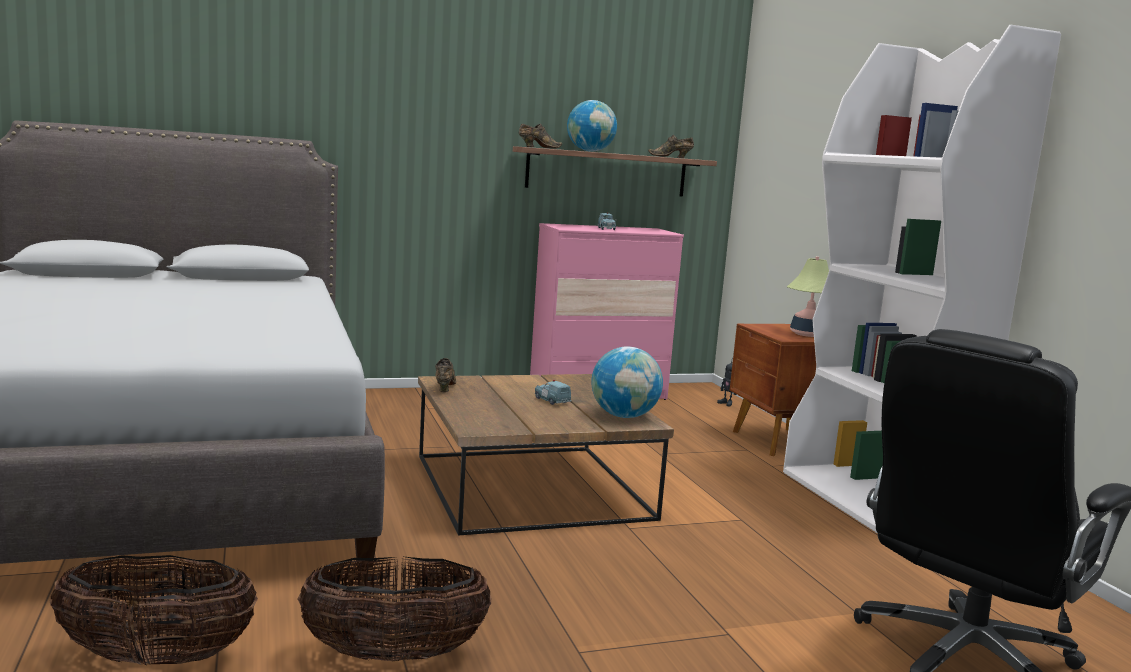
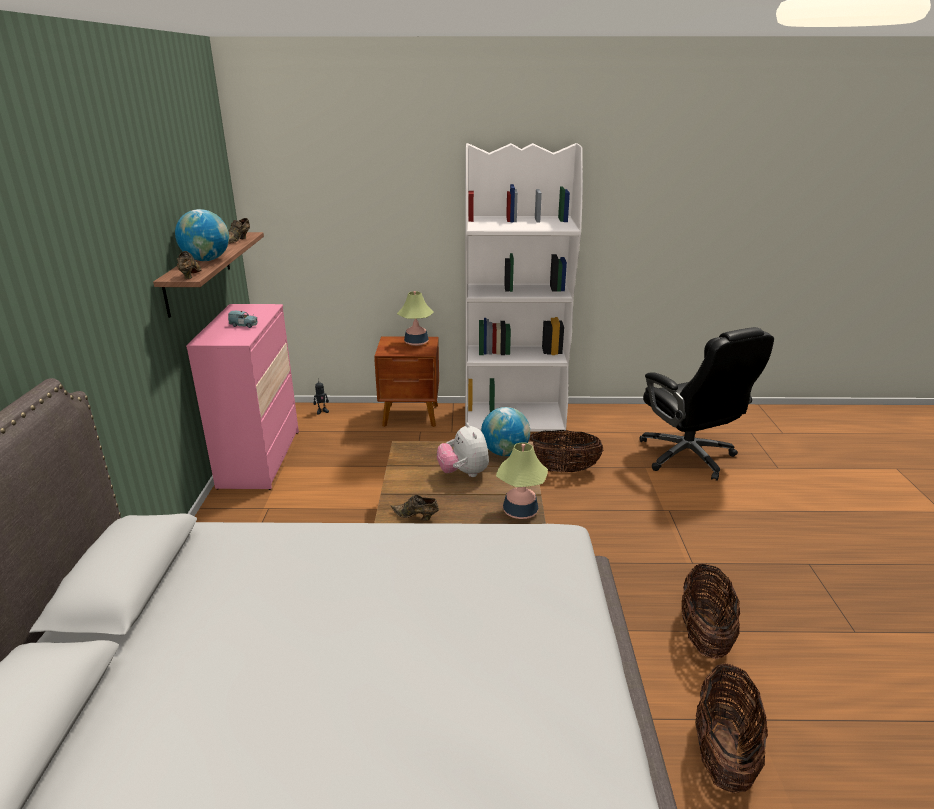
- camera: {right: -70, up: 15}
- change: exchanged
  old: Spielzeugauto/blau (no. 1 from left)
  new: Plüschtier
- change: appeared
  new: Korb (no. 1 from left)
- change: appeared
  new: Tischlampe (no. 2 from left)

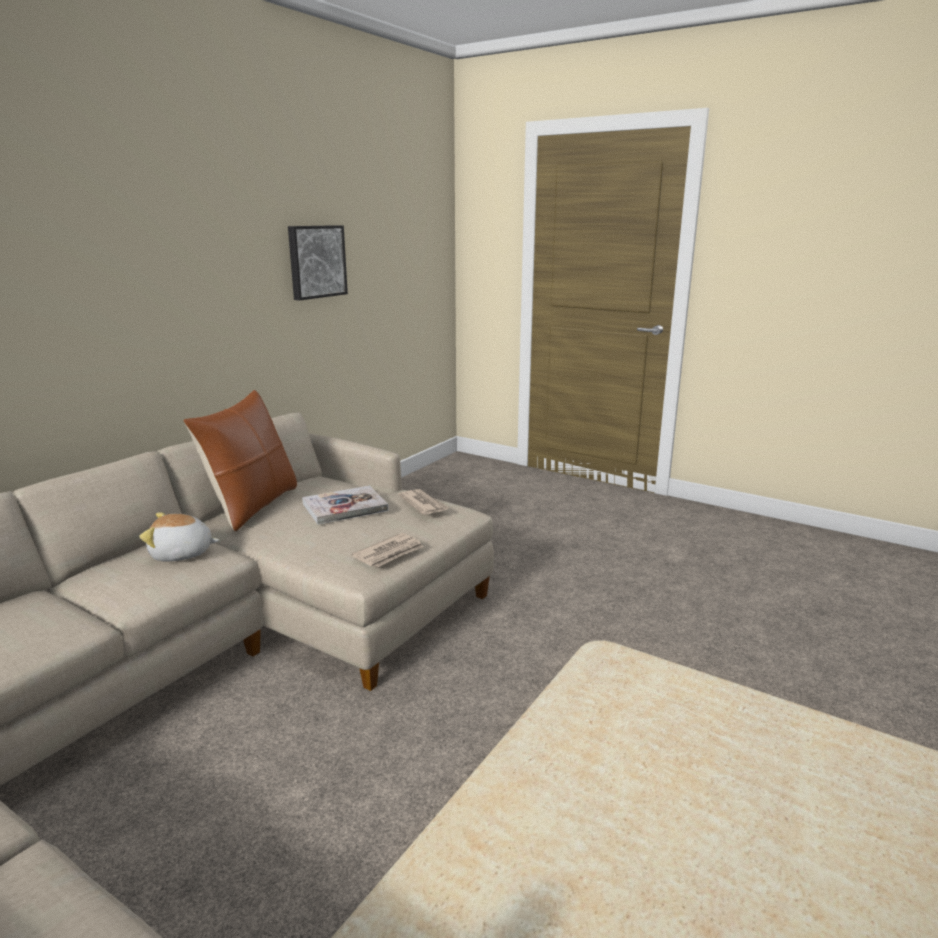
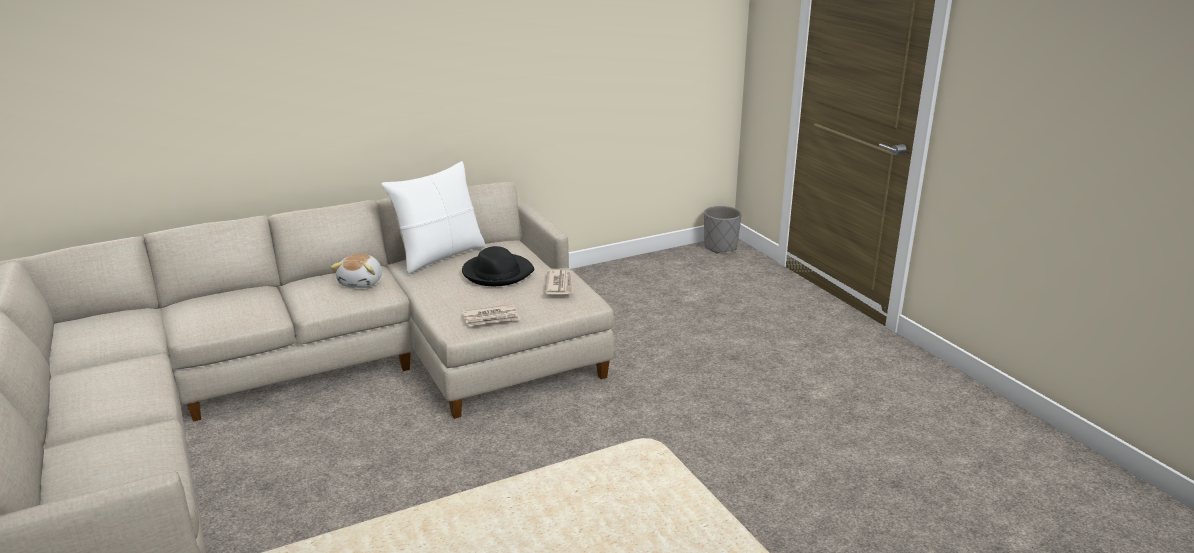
- camera: {right: 30, up: 5}
- change: missing
  old: Bild
- change: colour
  old: Kissen/braun
  new: Kissen/weiß
- change: exchanged
  old: Buch
  new: Hut/schwarz
- change: spun
  old: Plüschtier
  degrees: -105
- change: appeared
  new: Pflanzkübel/grau

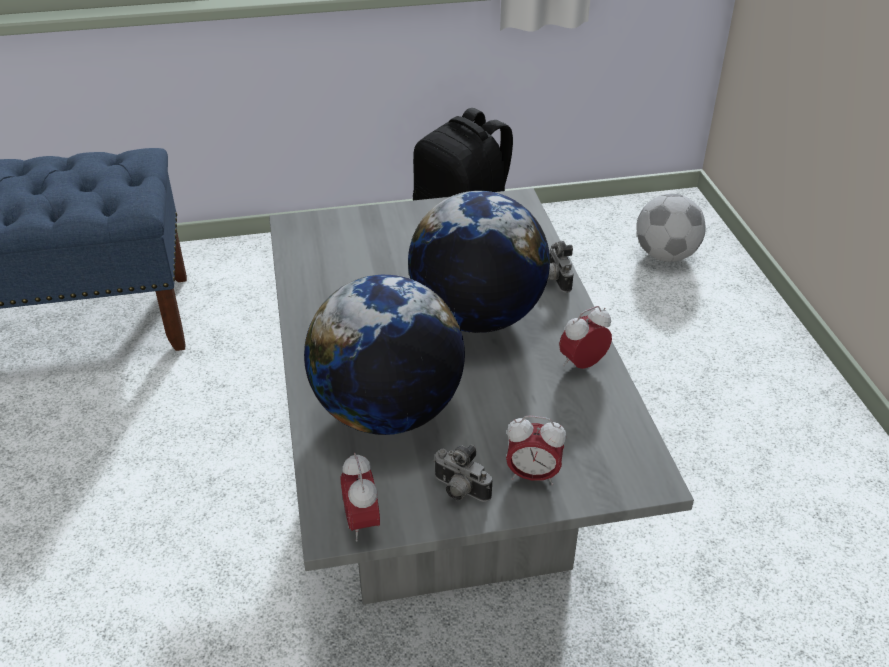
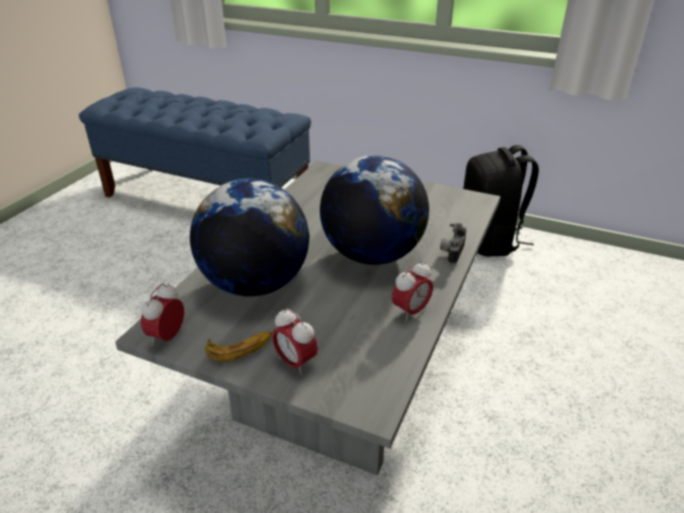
- camera: {right: 35, up: -5}
- change: missing
  old: Fußball
- change: spun
  old: Wecker (no. 3 from left)
  degrees: 135
- change: exchanged
  old: Kamera (no. 1 from left)
  new: Banane

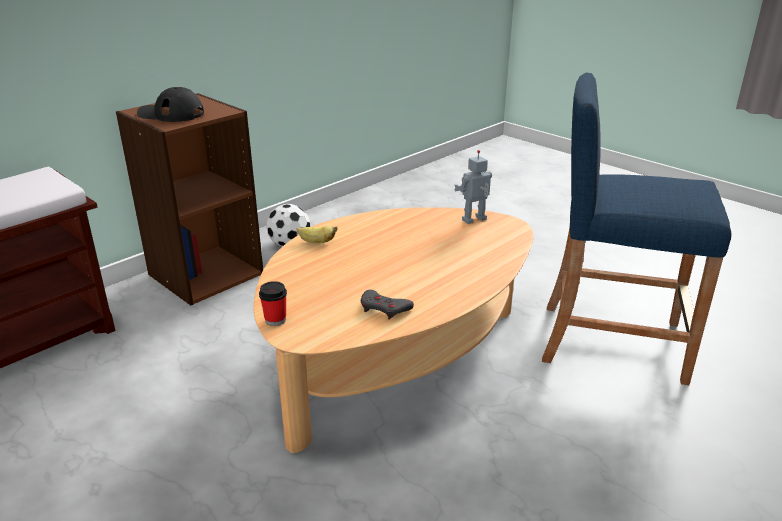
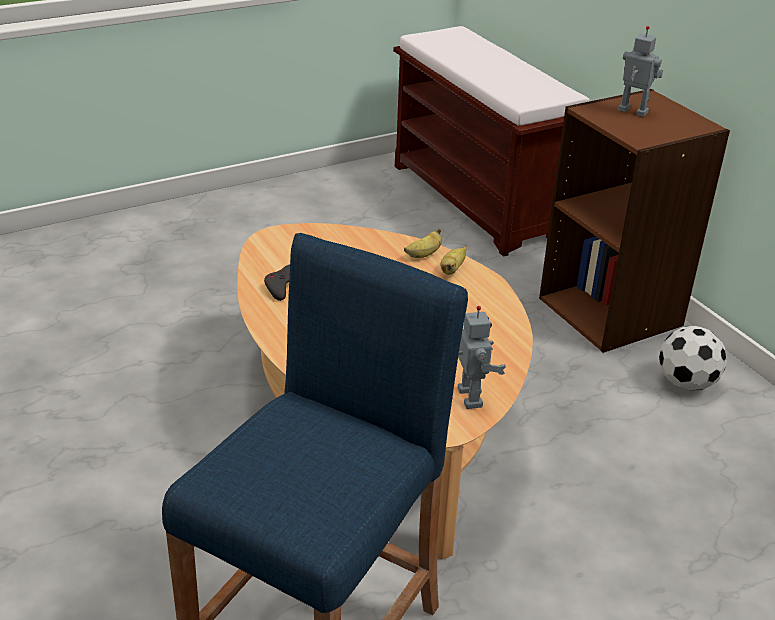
- camera: {right: 105, up: 5}
- change: exchanged
  old: Kappe/schwarz
  new: Spielzeugroboter (no. 2 from left)
- change: missing
  old: Tasse
- change: appeared
  new: Banane (no. 1 from left)

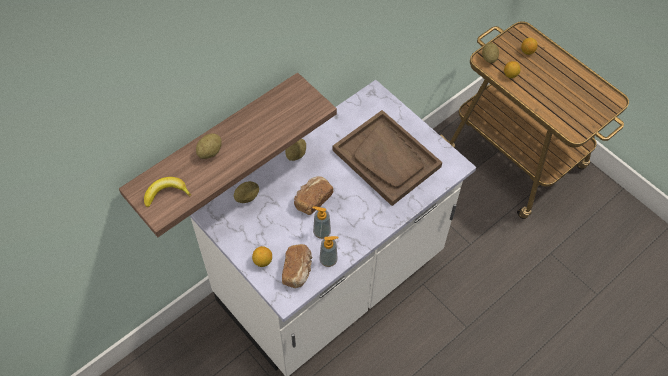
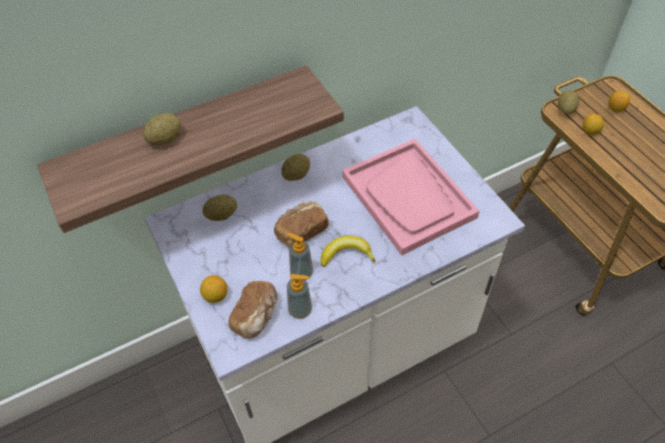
- camera: {right: 15, up: -5}
- change: colour
  old: Tablett/braun
  new: Tablett/rosa
- change: relocated
  old: Banane

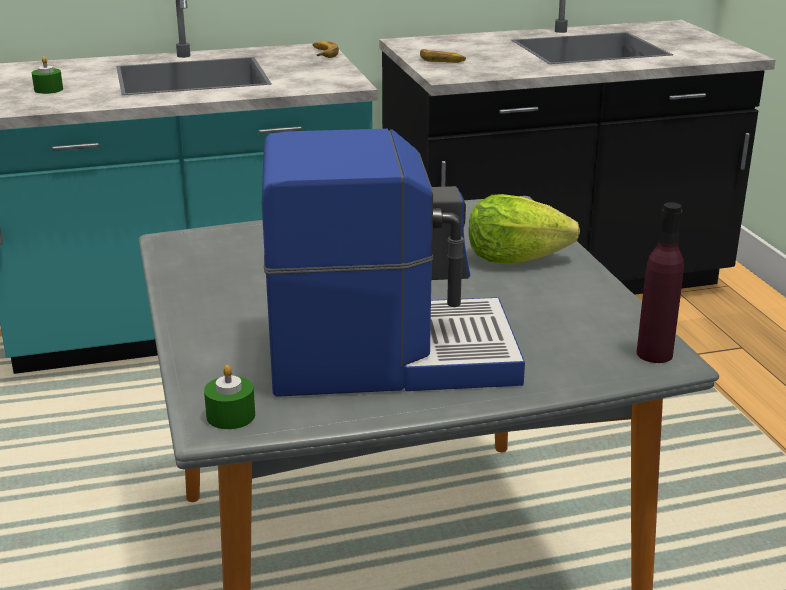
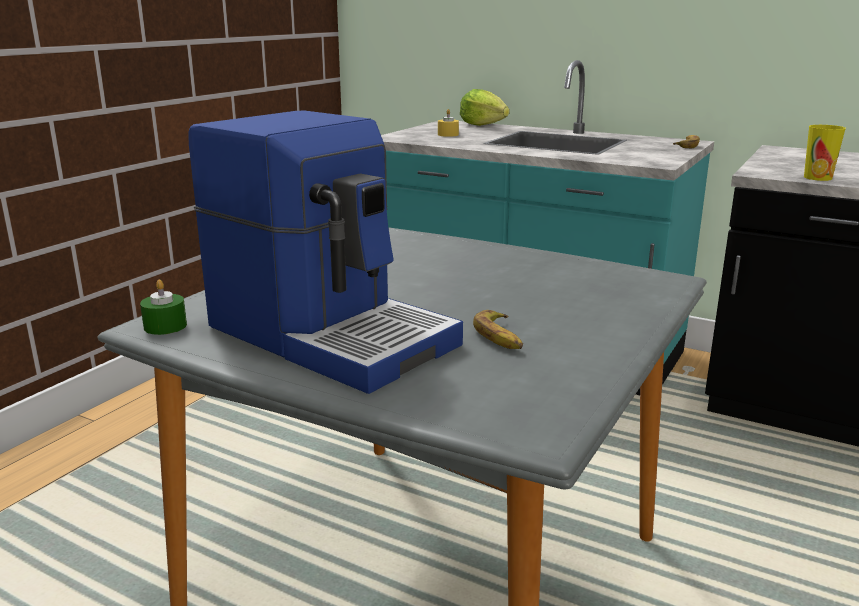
- camera: {right: 45, up: -5}
- change: relocated
  old: Banane (no. 2 from left in the first image)
  new: Banane (no. 1 from left)
- change: colour
  old: Kerze/grün (no. 1 from left)
  new: Kerze/gelb
- change: relocated
  old: Salatkopf
- change: missing
  old: Flasche/lila
- change: appeared
  new: Tasse

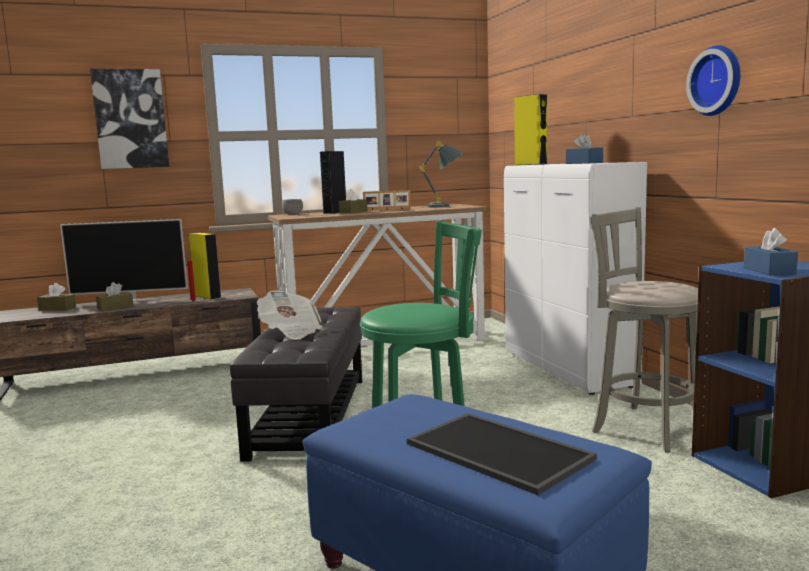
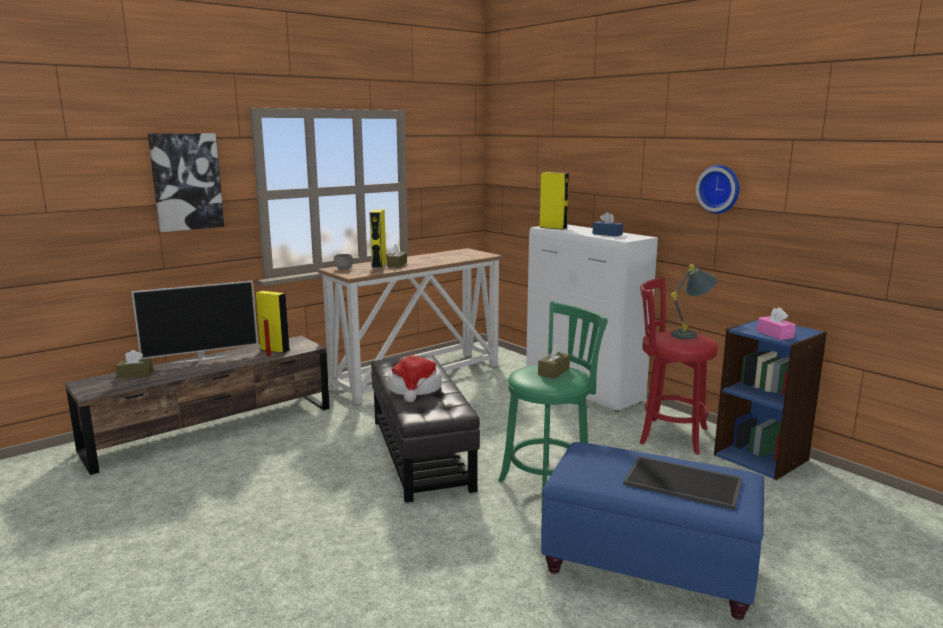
- camera: {right: -20, up: 5}
- change: relocated
  old: Tischlampe/grau
- change: colour
  old: Lautsprecher/schwarz
  new: Lautsprecher/gelb (no. 2 from left)
- change: missing
  old: Bilderrahmen
- change: colour
  old: Hocker/grau
  new: Hocker/rot
- change: colour
  old: Taschentuchbox/blau (no. 2 from left)
  new: Taschentuchbox/rosa
- change: relocated
  old: Taschentuchbox/braun (no. 2 from left in the first image)
  new: Taschentuchbox/braun (no. 3 from left)
- change: exchanged
  old: Zeitung
  new: Hut

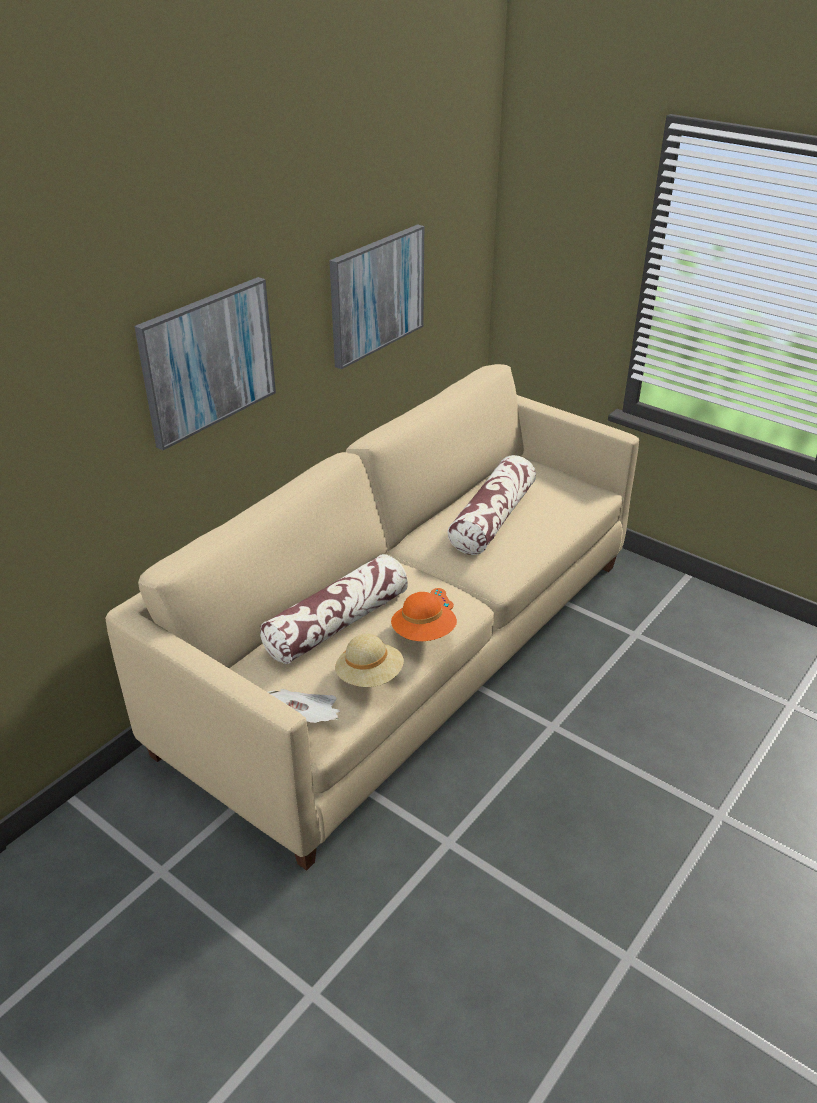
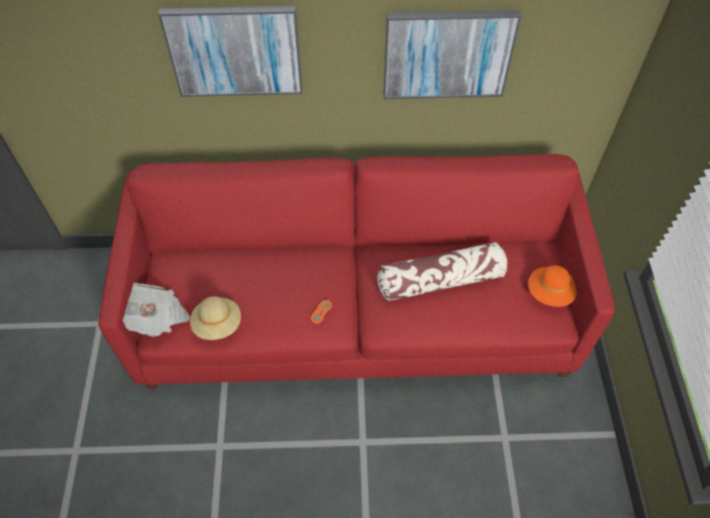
- camera: {right: 50, up: 20}
- change: colour
  old: Sofa/beige
  new: Sofa/rot
- change: missing
  old: Kissen (no. 1 from left)
- change: relocated
  old: Hut/orange

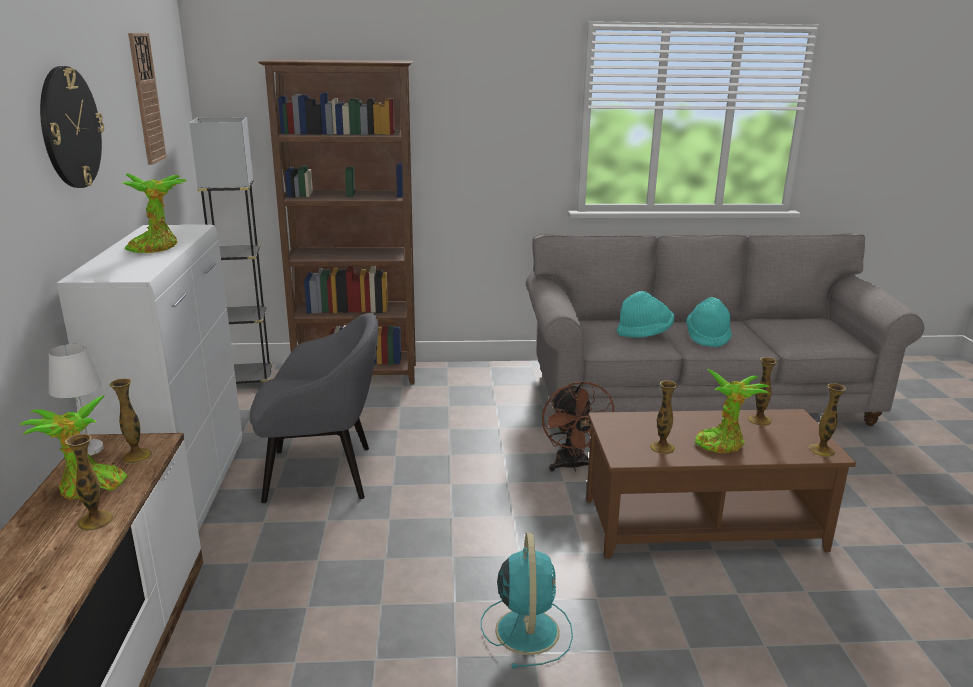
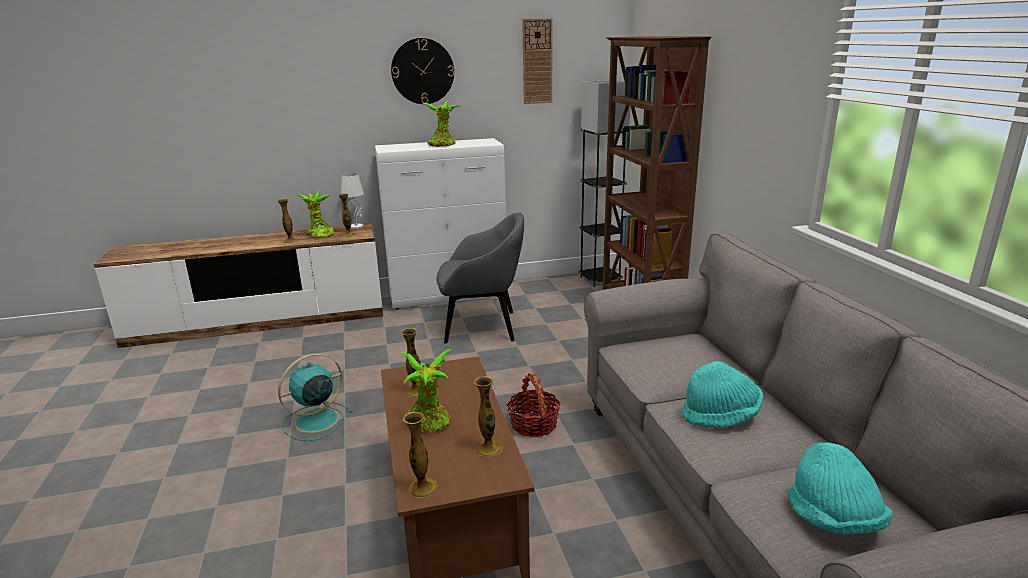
- camera: {right: 80, up: 0}
- change: relocated
  old: Hut/türkis (no. 1 from left in the first image)
  new: Hut/türkis (no. 2 from left)
- change: spun
  old: Sessel/grau
  degrees: -75
- change: exchanged
  old: Ventilator/braun
  new: Korb
- change: spun
  old: Ventilator/türkis
  degrees: 150

